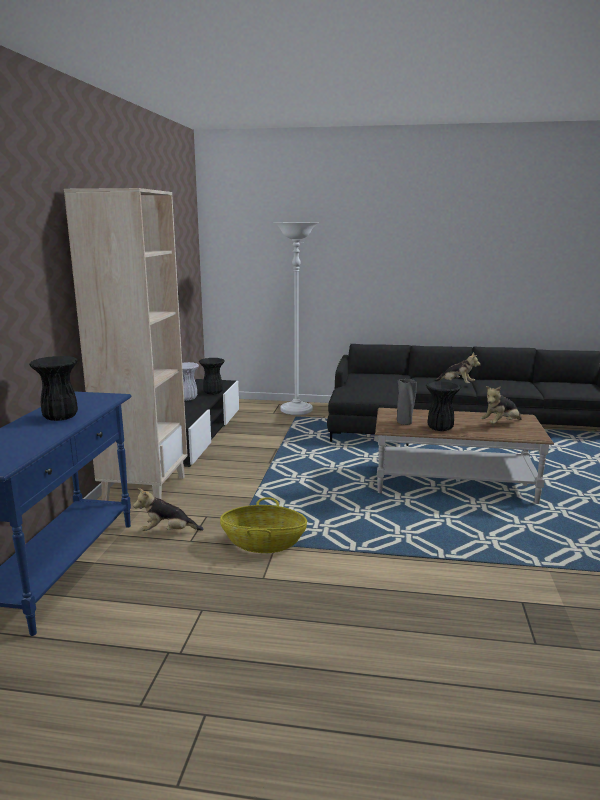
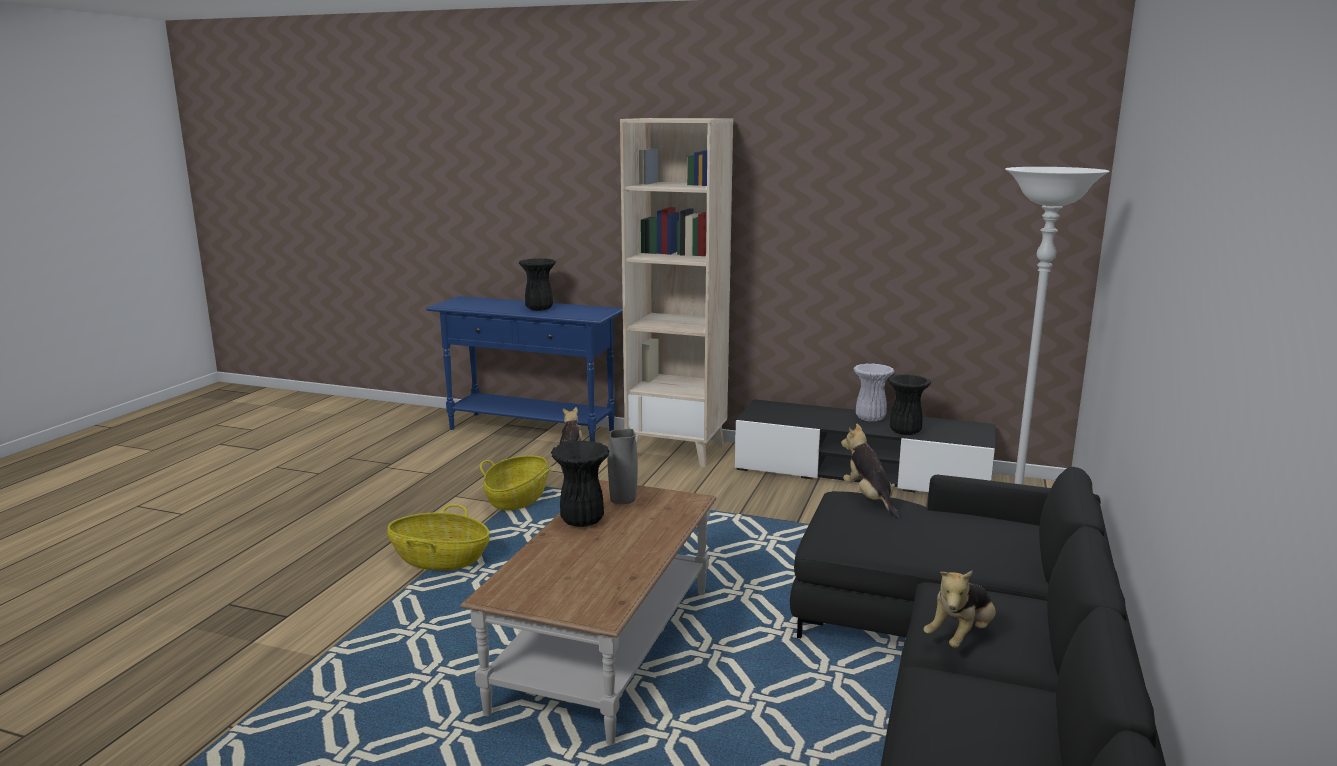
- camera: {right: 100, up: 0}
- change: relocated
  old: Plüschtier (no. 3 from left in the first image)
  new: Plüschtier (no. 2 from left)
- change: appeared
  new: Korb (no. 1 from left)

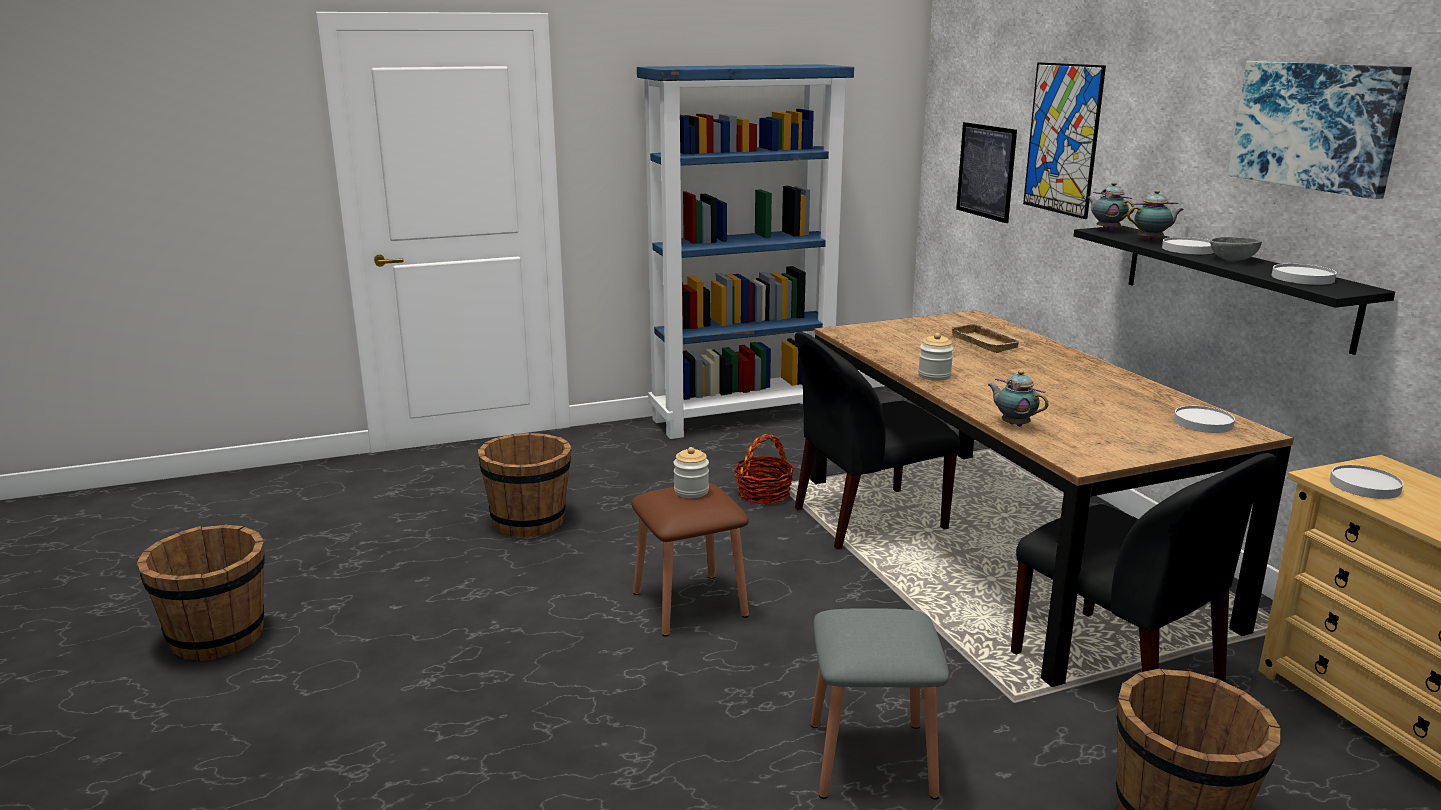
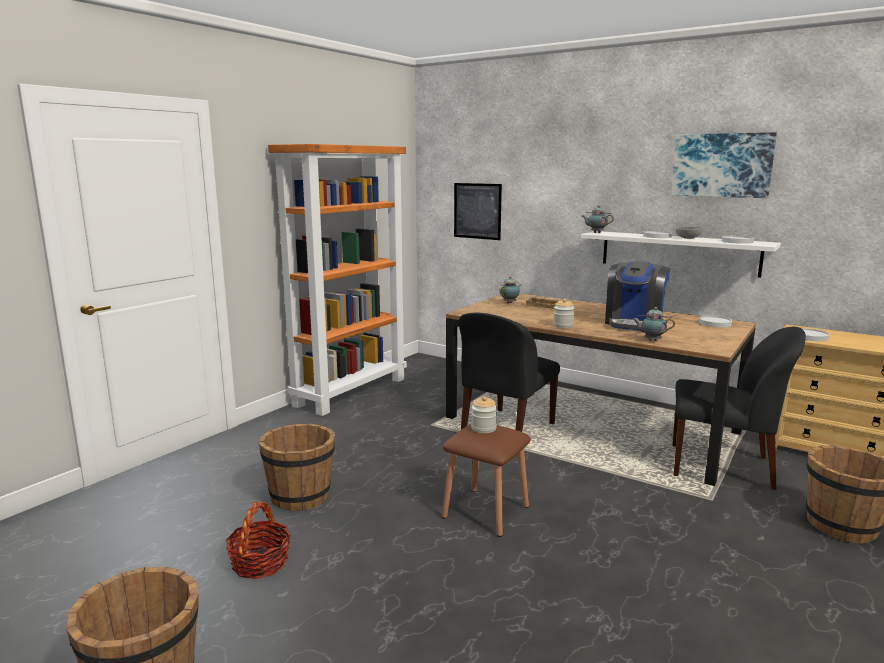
- camera: {right: -35, up: -5}
- change: missing
  old: Bild (no. 2 from left)
- change: colour
  old: Bücherregal/blau
  new: Bücherregal/orange
- change: relocated
  old: Teekanne (no. 3 from left in the first image)
  new: Teekanne (no. 1 from left)
- change: colour
  old: Wandregal/schwarz
  new: Wandregal/weiß
- change: relocated
  old: Korb
- change: missing
  old: Hocker/grau
- change: appeared
  new: Kaffeemaschine

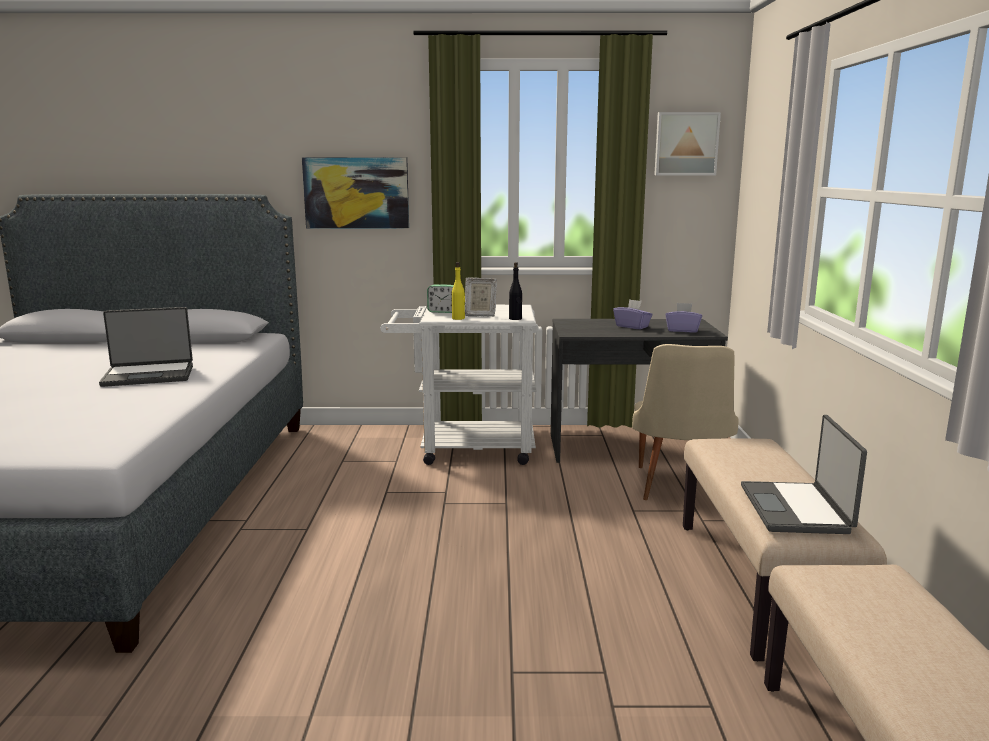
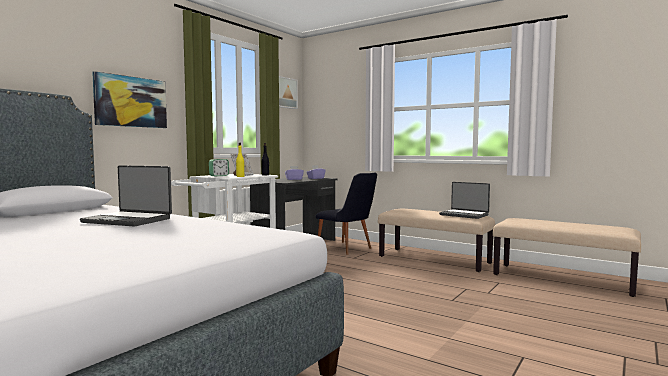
- camera: {right: -55, up: -10}
- change: spun
  old: Laptop (no. 1 from left)
  degrees: 90
- change: colour
  old: Stuhl/beige
  new: Stuhl/schwarz

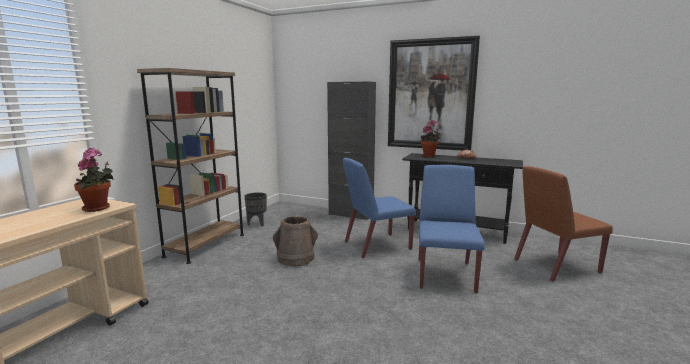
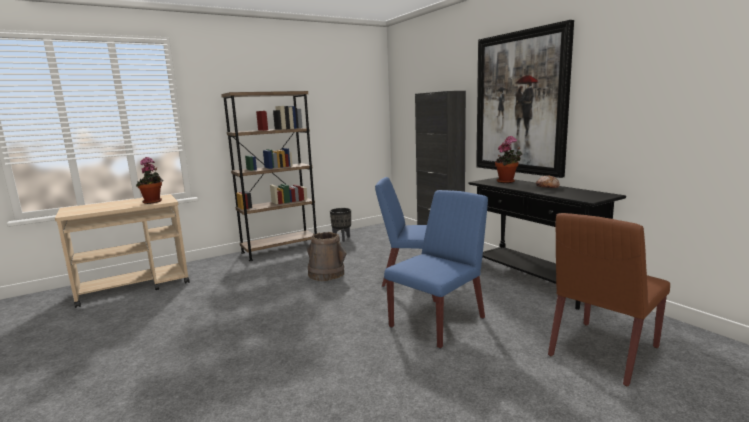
- camera: {right: 35, up: 0}
- change: spun
  old: Stuhl/braun
  degrees: -60

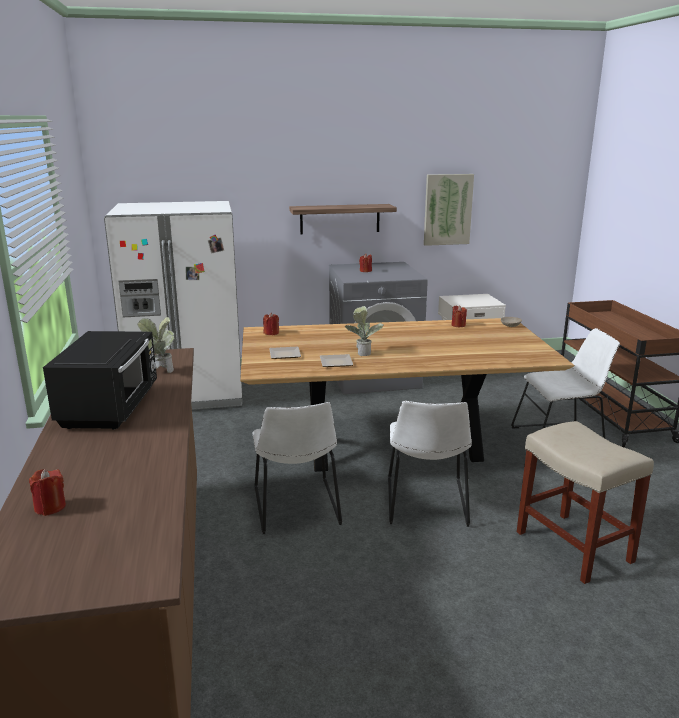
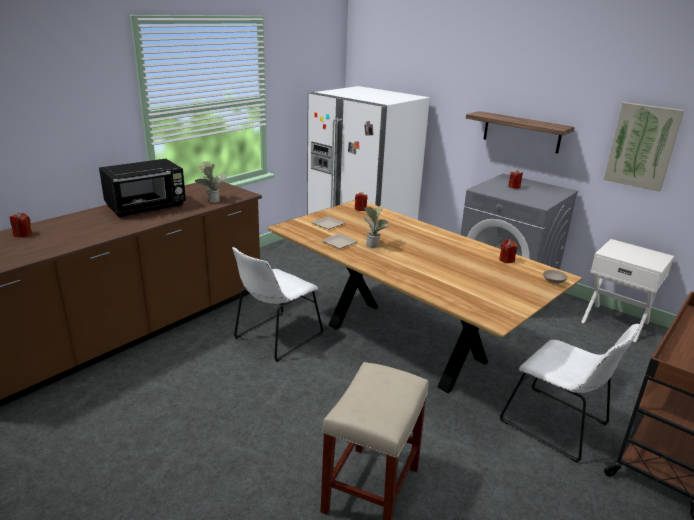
- camera: {right: 50, up: 5}
- change: missing
  old: Stuhl/weiß (no. 2 from left)

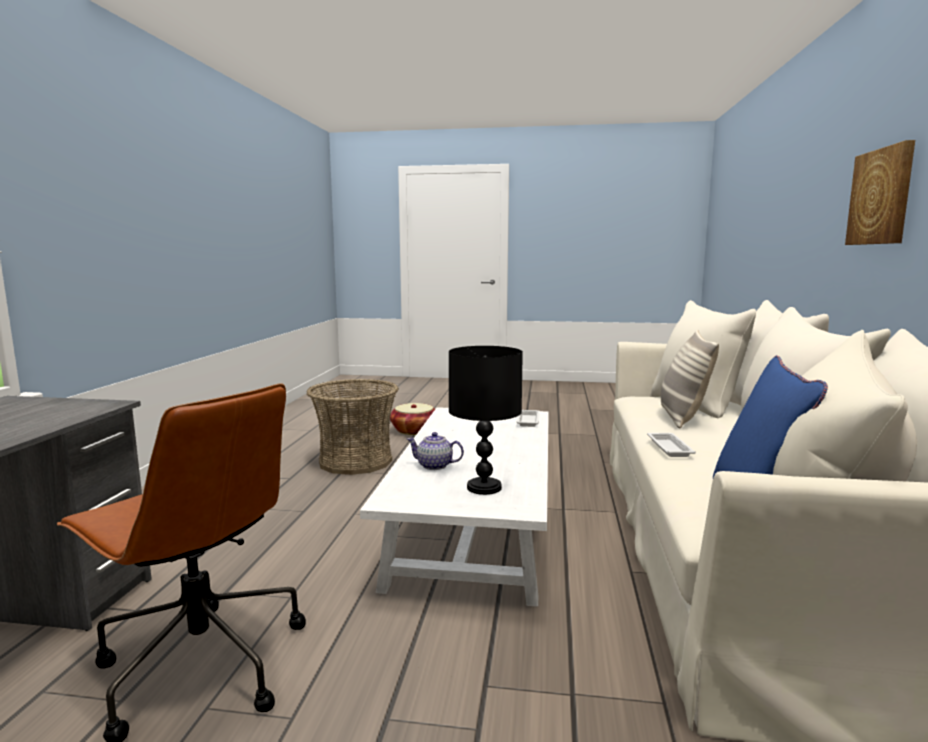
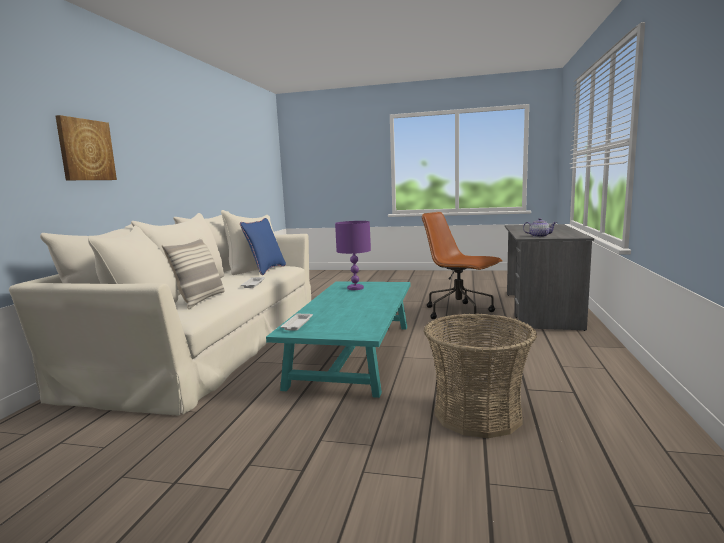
- camera: {right: -175, up: 0}
- change: colour
  old: Tischlampe/schwarz
  new: Tischlampe/lila
- change: missing
  old: Korb (no. 2 from left)
- change: colour
  old: Couchtisch/weiß
  new: Couchtisch/türkis
- change: relocated
  old: Teekanne

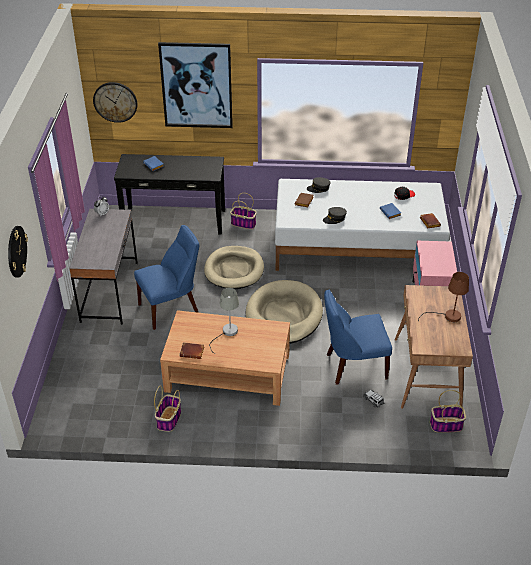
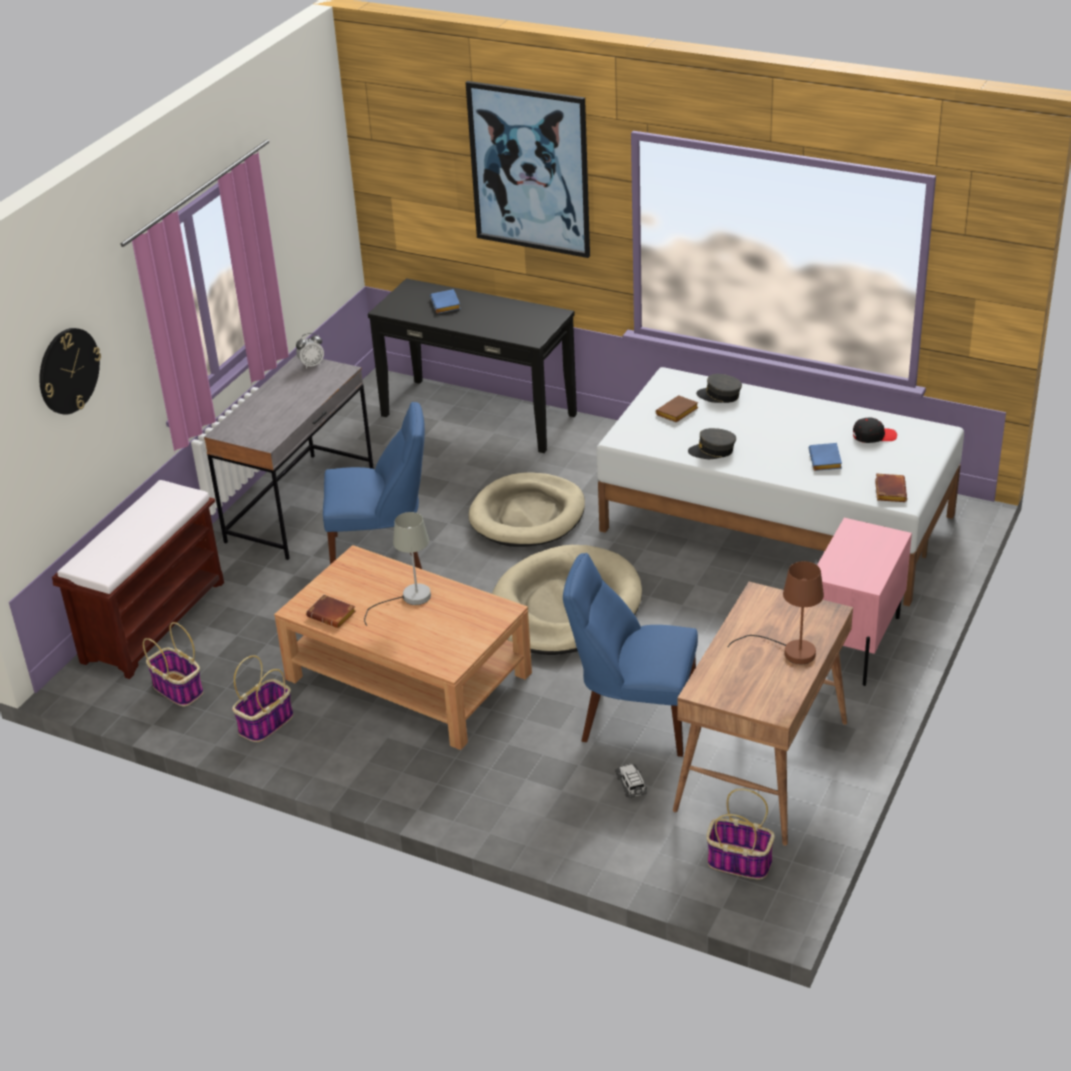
- camera: {right: 25, up: -5}
- change: missing
  old: Wanduhr (no. 2 from left)
- change: relocated
  old: Korb (no. 2 from left in the first image)
  new: Korb (no. 1 from left)
- change: appeared
  new: Bank/braun

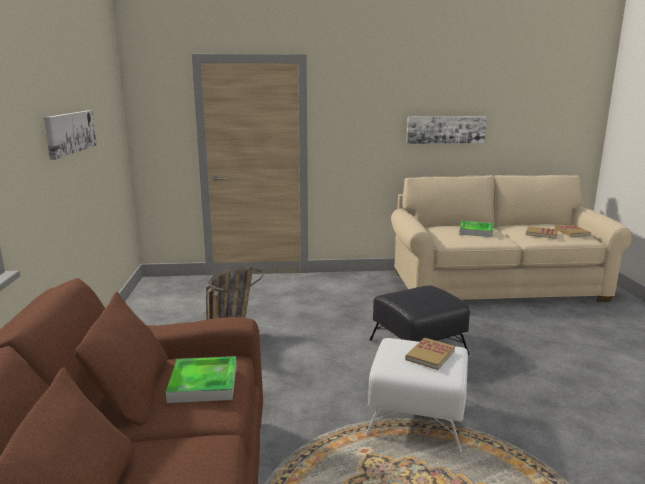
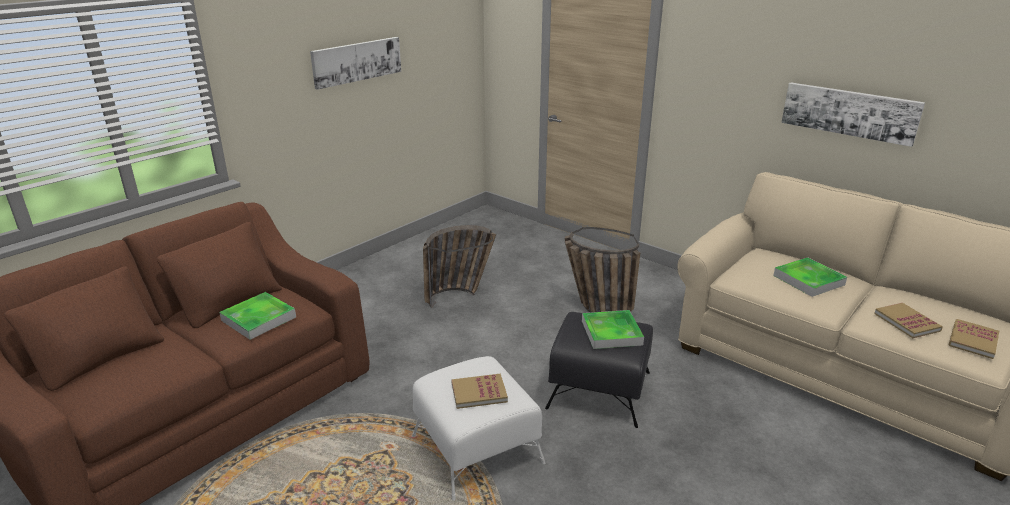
- camera: {right: 45, up: 10}
- change: appeared
  new: Korb (no. 2 from left)
- change: appeared
  new: Tablett (no. 2 from left)

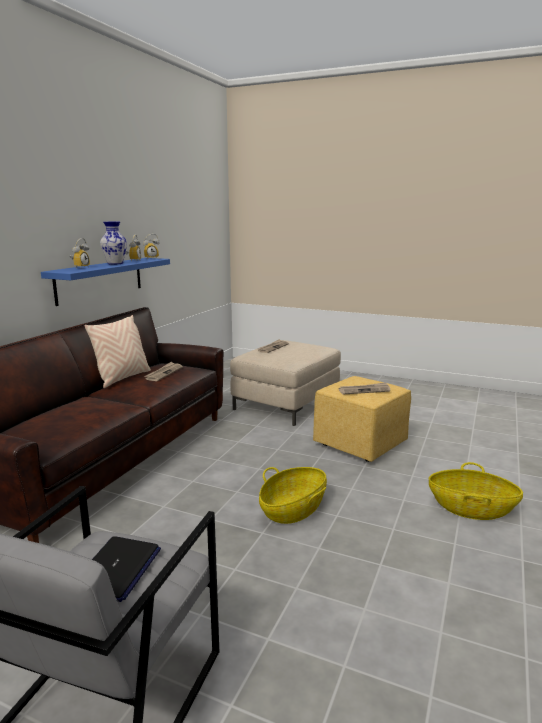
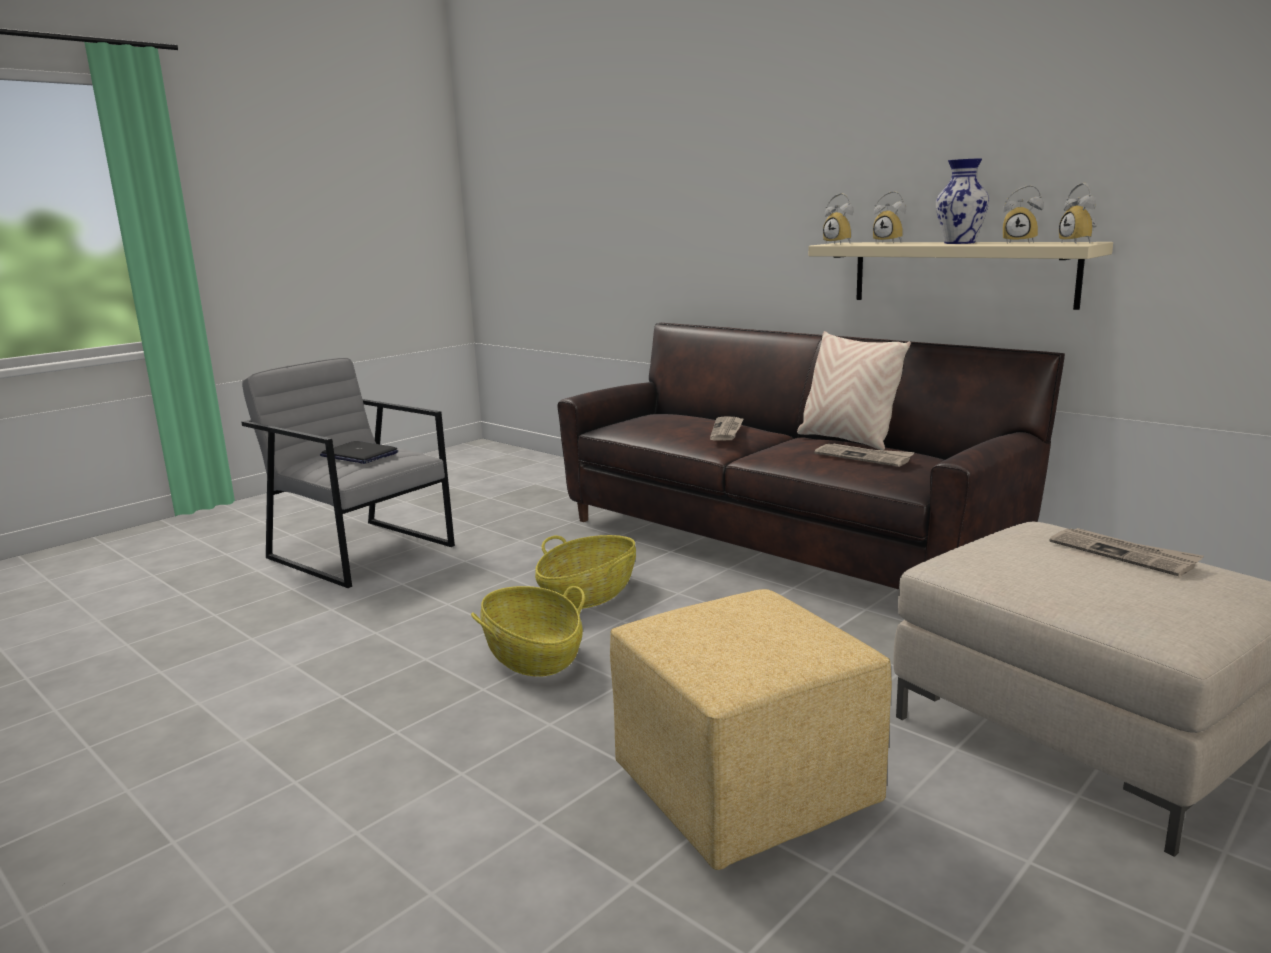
- camera: {right: 110, up: 0}
- change: colour
  old: Wandregal/blau
  new: Wandregal/beige
- change: relocated
  old: Zeitung (no. 3 from left in the first image)
  new: Zeitung (no. 1 from left)
- change: relocated
  old: Korb (no. 2 from left)
- change: appeared
  new: Wecker (no. 1 from left)

